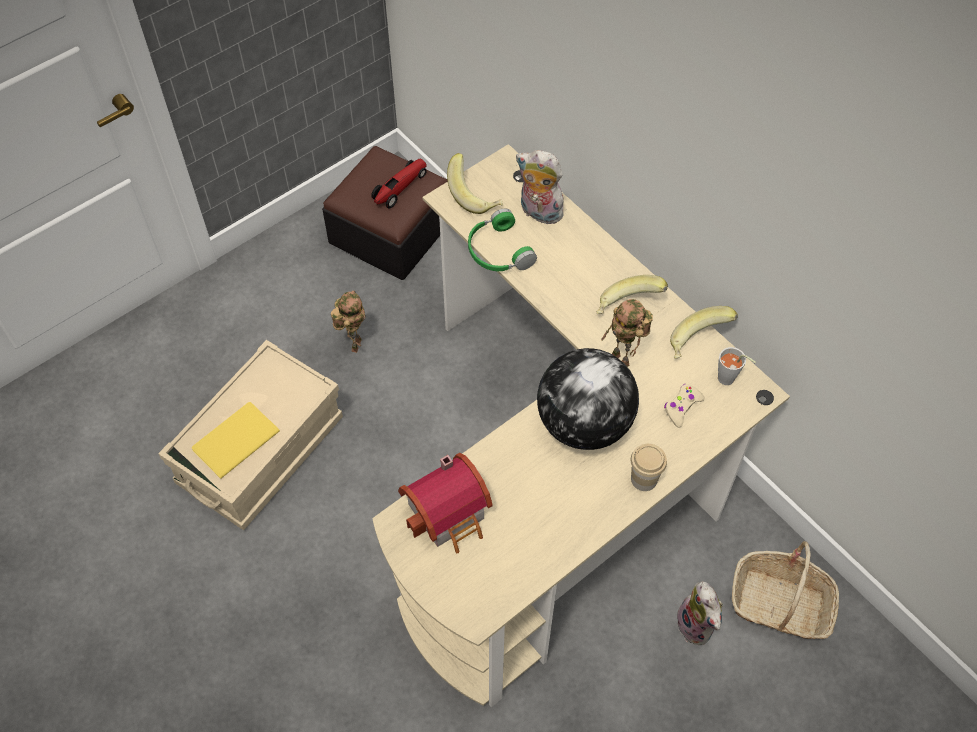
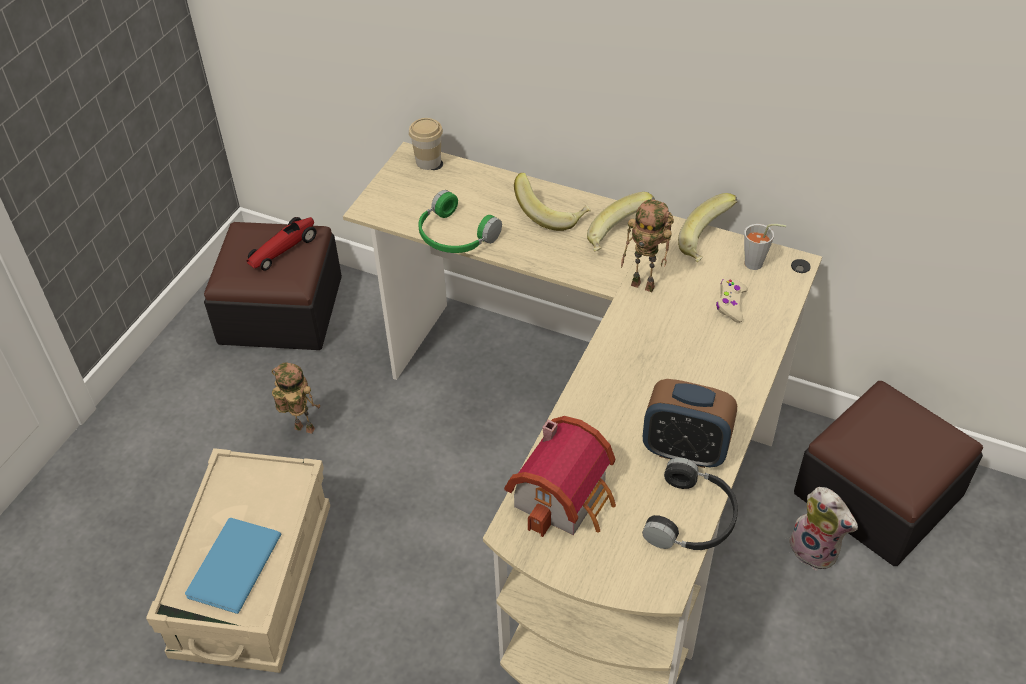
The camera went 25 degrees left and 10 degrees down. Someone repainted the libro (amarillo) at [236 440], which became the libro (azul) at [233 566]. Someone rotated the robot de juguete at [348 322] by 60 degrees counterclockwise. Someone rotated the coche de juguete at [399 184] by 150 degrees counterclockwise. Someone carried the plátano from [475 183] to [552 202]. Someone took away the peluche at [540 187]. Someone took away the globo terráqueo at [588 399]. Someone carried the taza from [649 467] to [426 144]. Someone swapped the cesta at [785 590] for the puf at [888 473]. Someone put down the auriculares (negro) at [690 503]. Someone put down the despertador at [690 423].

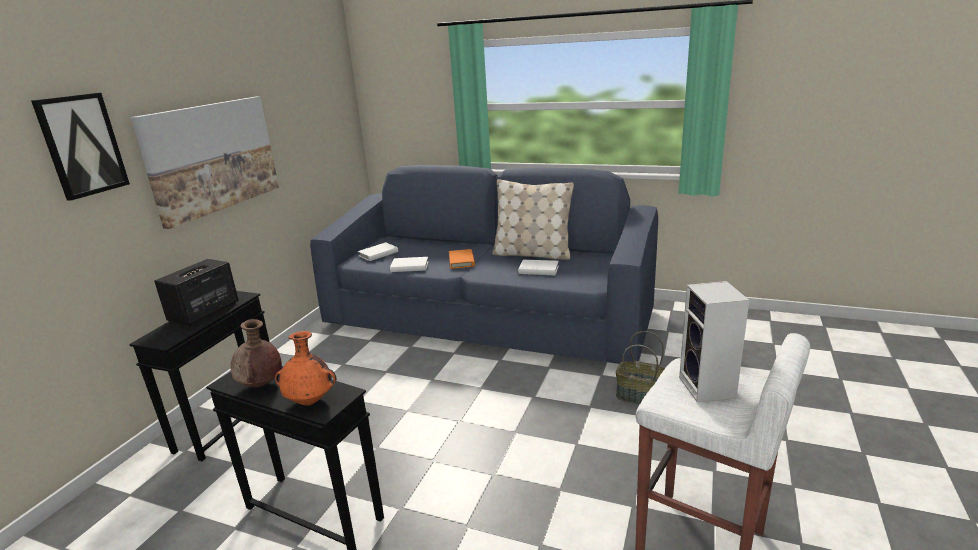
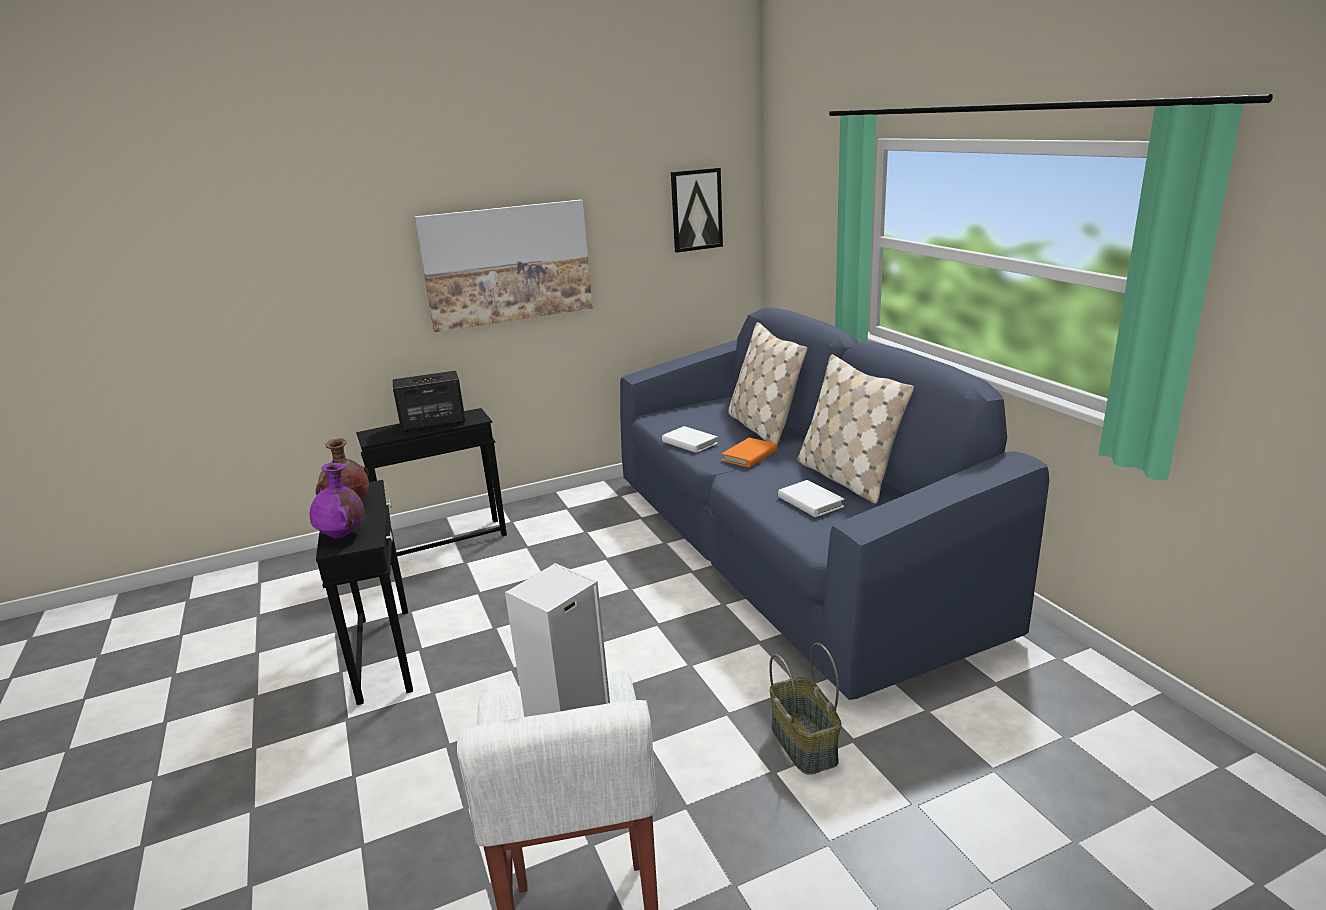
The camera went 45 degrees right and 0 degrees up. Someone carried the cuadro from [80 147] to [697 210]. Someone repainted the florero (naranja) at [306 368], which became the florero (morado) at [337 501]. Someone took away the libro (blanco) at [378 252]. Someone put down the cojín (beis) at [767 383].

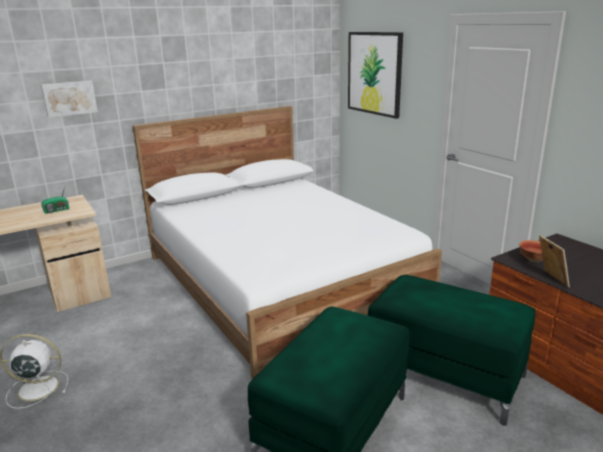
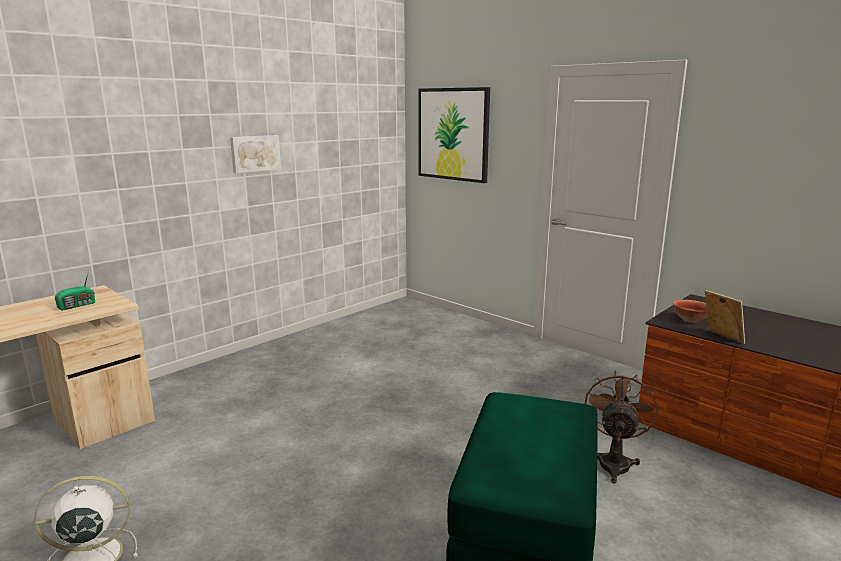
The camera went 15 degrees left and 5 degrees down. Someone carried the cuadro from [69 99] to [255 154]. Someone took away the cama (blanco) at [287 242]. Someone swapped the puf (verde) at [451 350] for the ventilador (marrón) at [621 426].

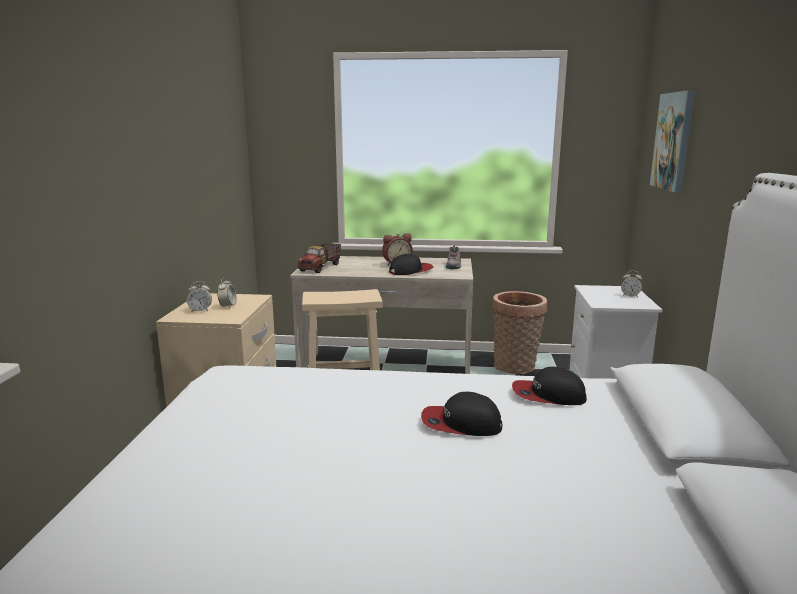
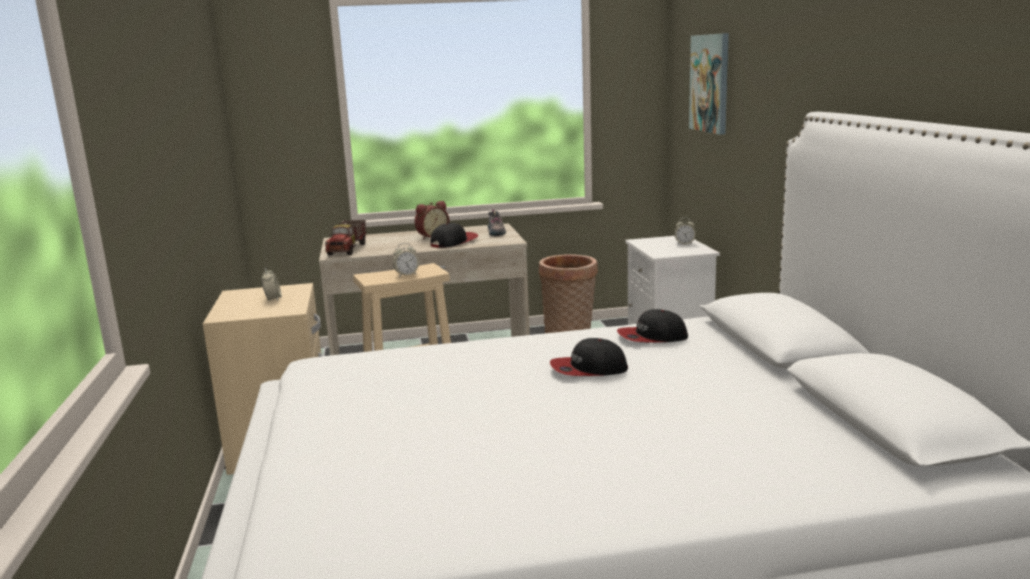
The camera went 15 degrees left and 0 degrees up. Someone carried the despertador from [199 296] to [406 260].

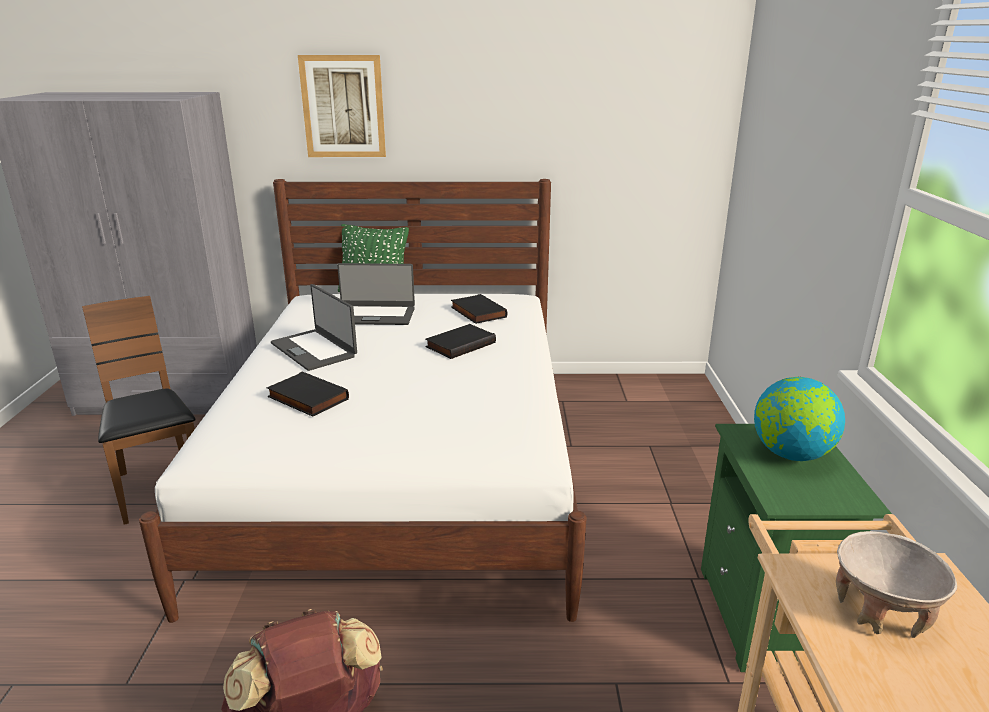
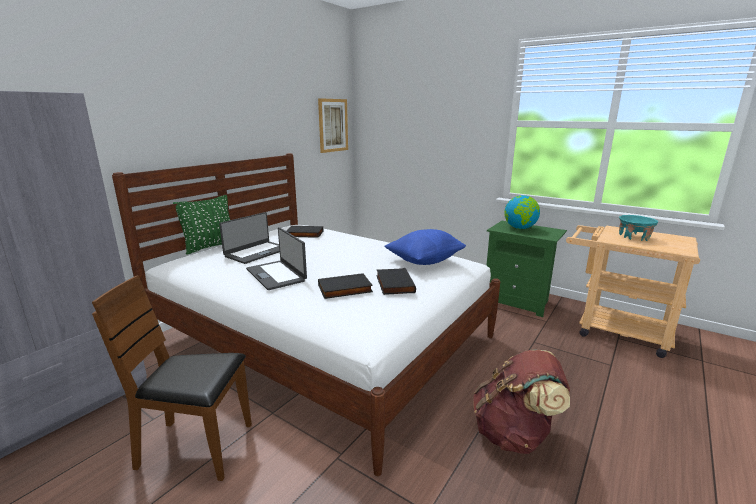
The camera went 55 degrees left and 5 degrees down. Someone rotated the portátil at [314 327] by 60 degrees clockwise. Someone carried the cuadro from [342 106] to [333 125]. Someone carried the libro (negro) from [460 341] to [396 281]. Someone repainted the cuenco (beis) at [896 584], which became the cuenco (turquesa) at [638 228]. Someone put down the cojín (azul) at [425 247].

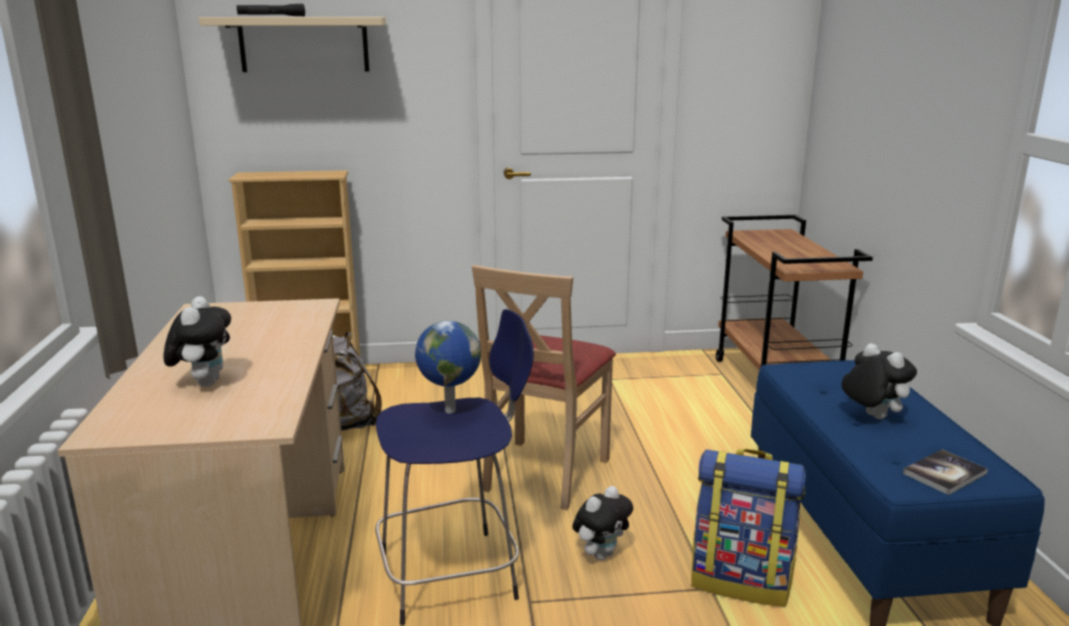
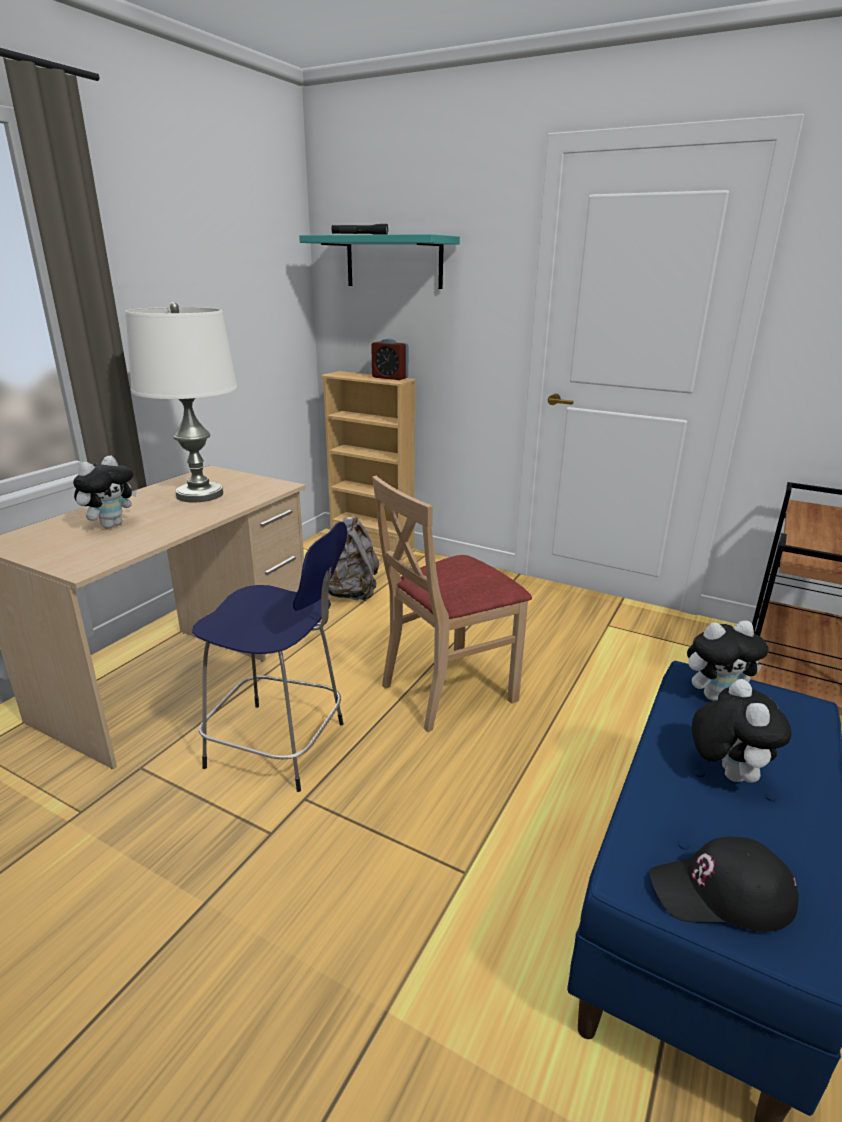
The camera went 35 degrees right and 5 degrees up. Someone repainted the estante (beis) at [292 44], which became the estante (turquesa) at [379 261]. Someone took away the globo terráqueo at [448 367]. Someone carried the peluche from [602 523] to [727 661]. Someone took away the mochila at [748 528]. Someone swapped the libro at [945 472] for the gorra (negro) at [724 884]. Someone put down the lámpara de mesa (blanco) at [181 402]. Someone put down the despertador at [389 359].

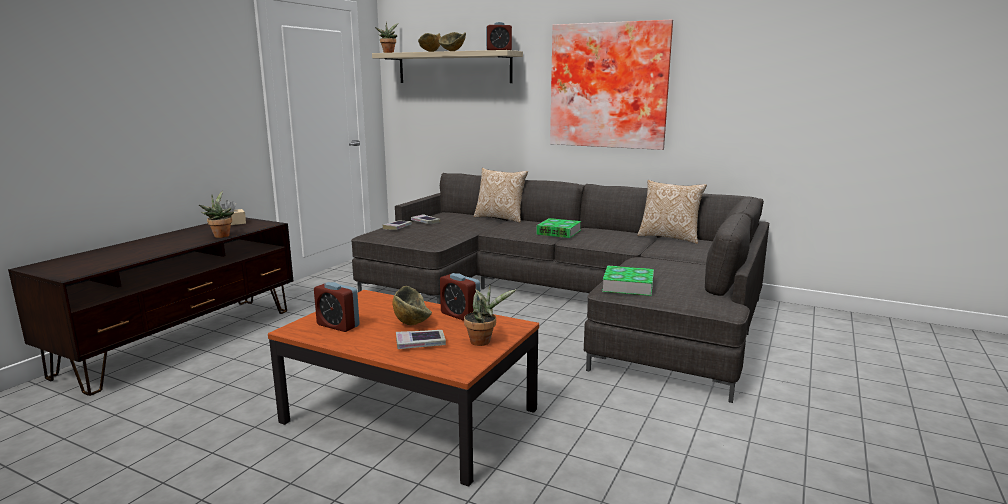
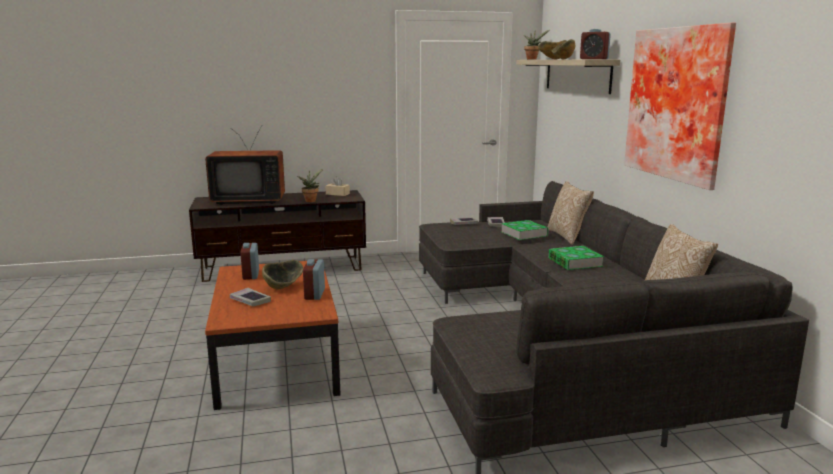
The camera went 50 degrees right and 0 degrees up. Someone took away the planta en maceta at [490 315]. Someone carried the libro from [628 281] to [525 230]. Someone put down the televisor at [245 165].

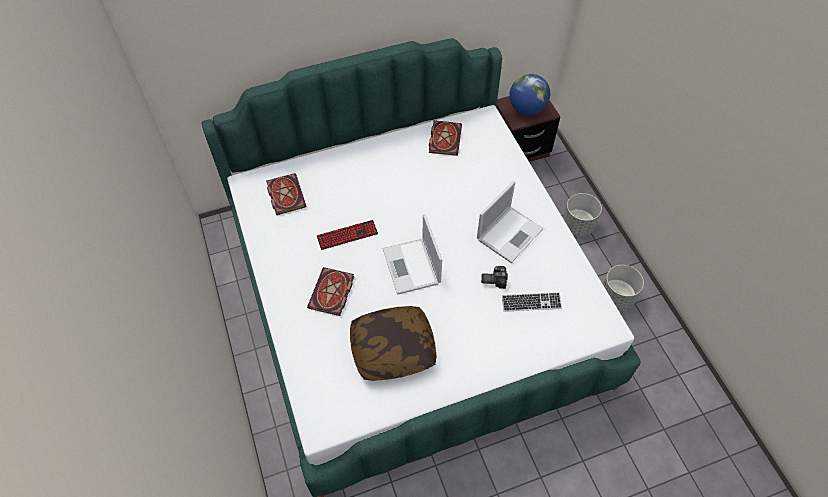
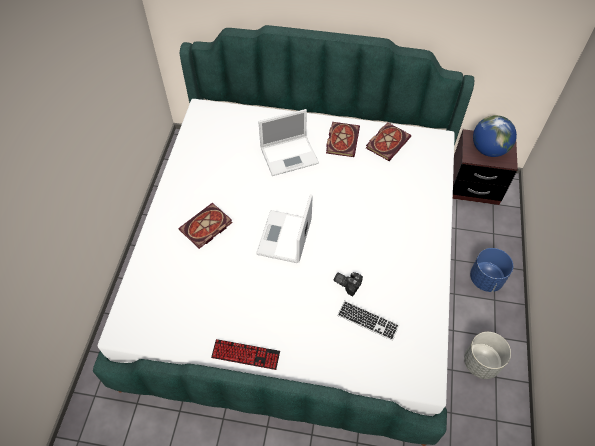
The camera went 30 degrees right and 0 degrees up. Someone carried the libro from [286 194] to [343 139]. Someone carried the teclado from [347 235] to [245 354]. Someone took away the cojín at [393 343]. Someone carried the portátil from [510 222] to [288 142]. Someone repainted the maceta (gris) at [582 214], which became the maceta (azul) at [491 270].

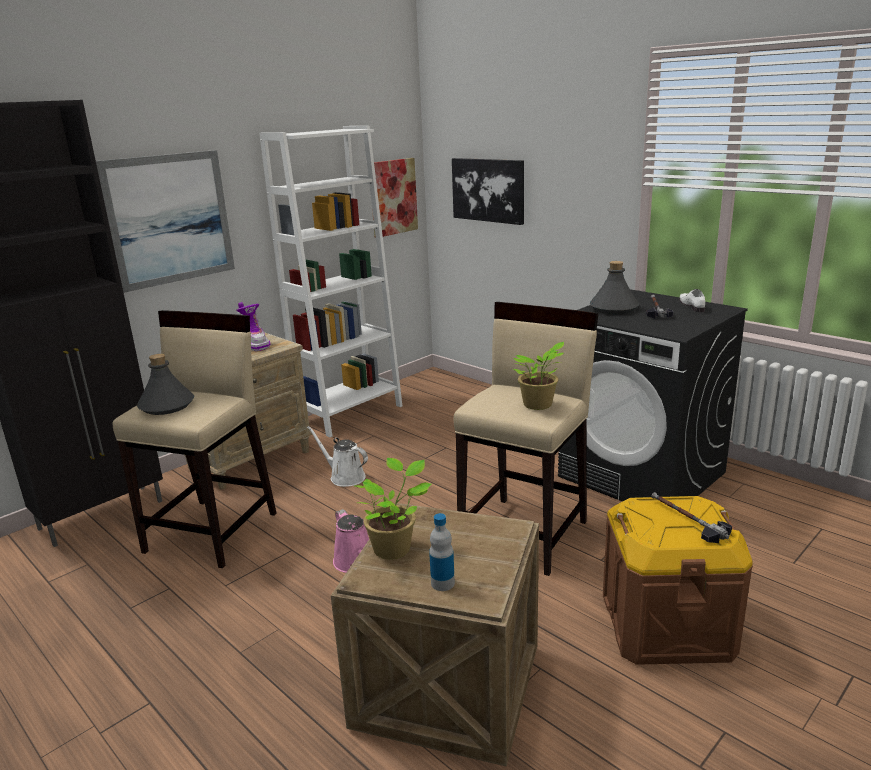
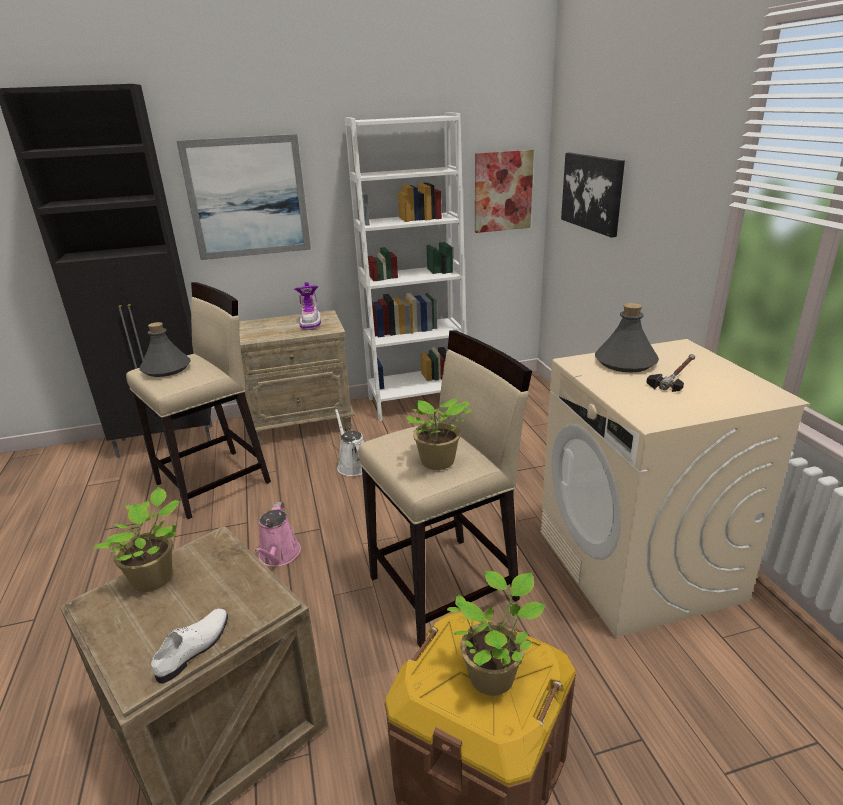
The camera went 30 degrees right and 5 degrees up. Someone took away the botella at [442 552]. Someone repainted the lavadora (negro) at [653 395], which became the lavadora (beis) at [675 488]. Someone swapped the martillo at [692 517] for the planta en maceta at [496 633]. Someone carried the zapato (blanco) from [692 300] to [189 646].

